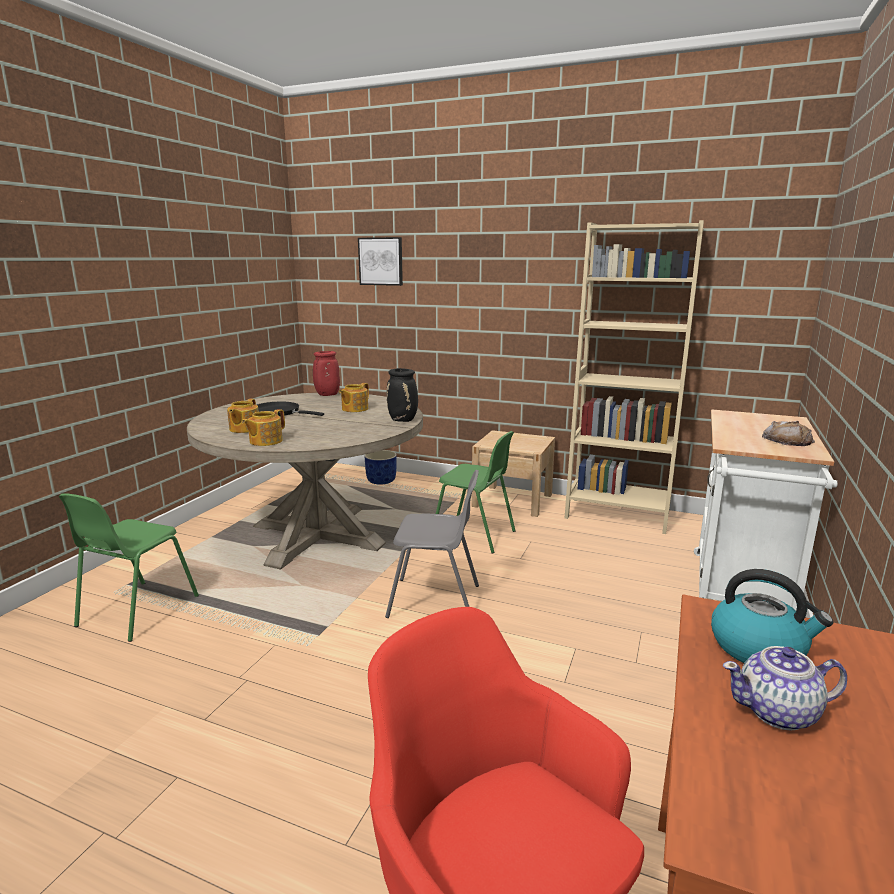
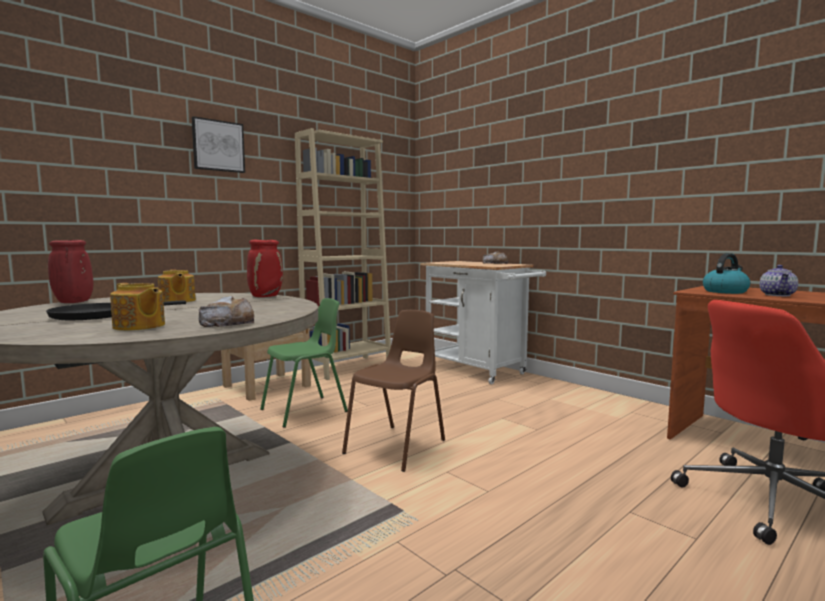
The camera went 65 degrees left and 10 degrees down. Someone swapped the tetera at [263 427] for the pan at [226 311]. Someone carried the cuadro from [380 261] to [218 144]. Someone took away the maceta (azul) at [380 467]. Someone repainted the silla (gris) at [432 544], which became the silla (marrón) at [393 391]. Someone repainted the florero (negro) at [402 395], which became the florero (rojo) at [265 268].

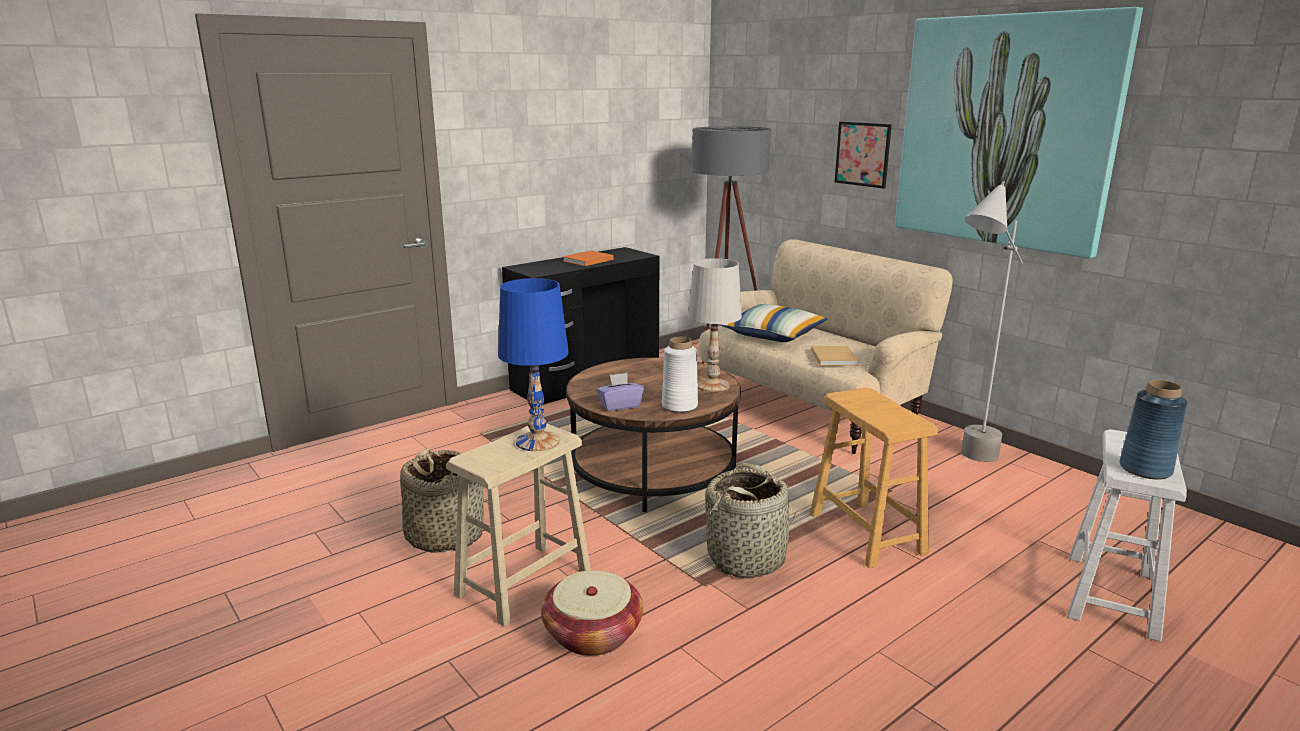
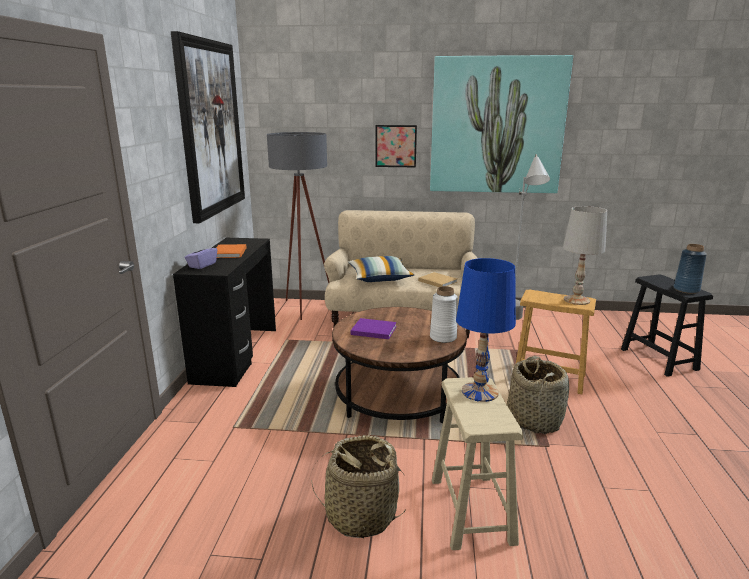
The camera went 45 degrees left and 0 degrees up. Someone took away the cesta at [592 613]. Someone carried the caja de pañuelos (morado) from [620 392] to [201 255]. Someone carried the lámpara de mesa (blanco) from [715 325] to [585 255]. Someone repainted the taburete (blanco) at [1127 535], which became the taburete (negro) at [667 325]. Someone put up the cuadro at [208 127]. Someone put down the libro (morado) at [374 328].

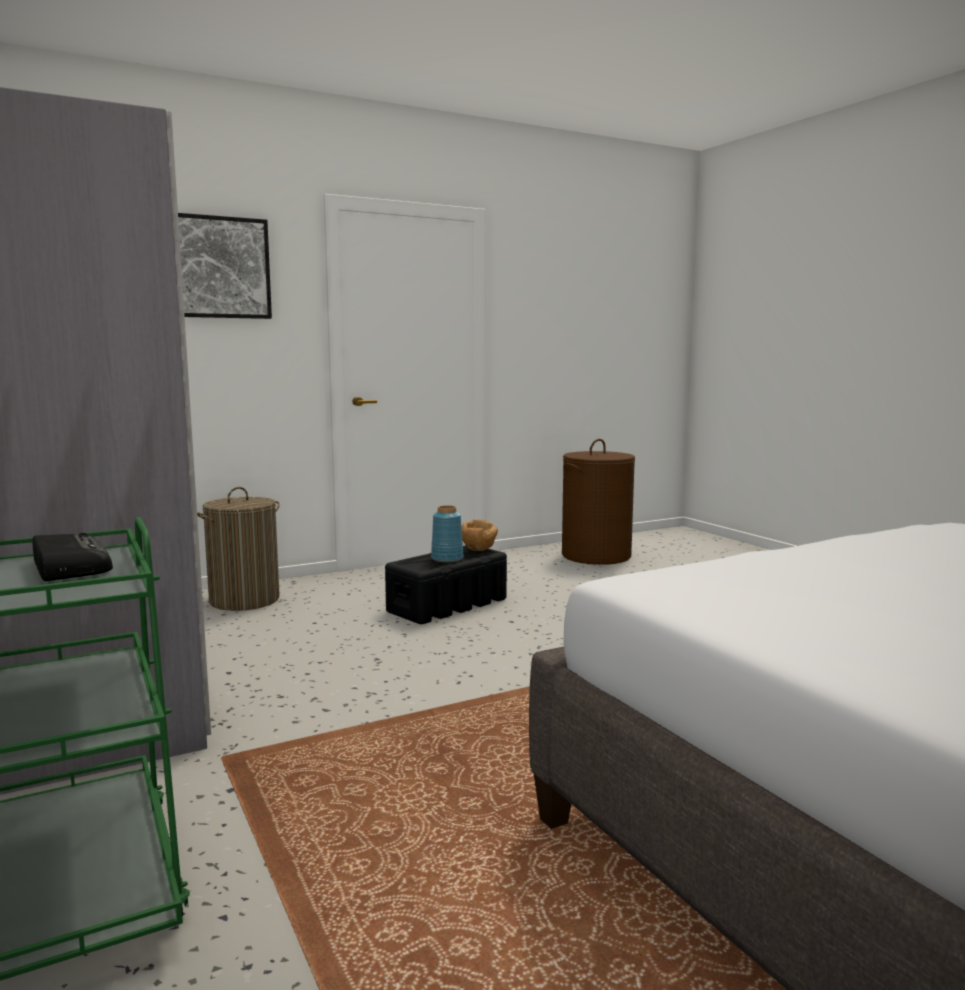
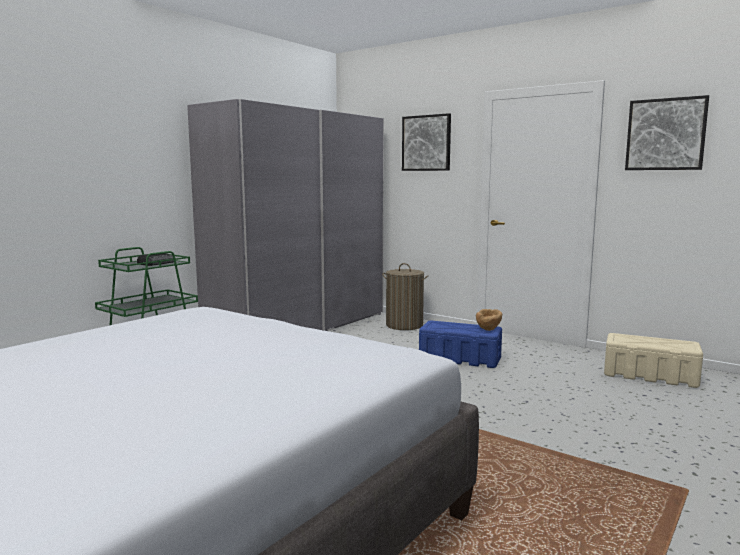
The camera went 65 degrees right and 0 degrees up. Someone repainted the caja de almacenaje (negro) at [446 584], which became the caja de almacenaje (azul) at [460 344]. Someone took away the florero (azul) at [447 534]. Someone swapped the cesto de la ropa (marrón) at [598 502] for the caja de almacenaje (beis) at [653 360]. Someone put up the cuadro at [667 132].

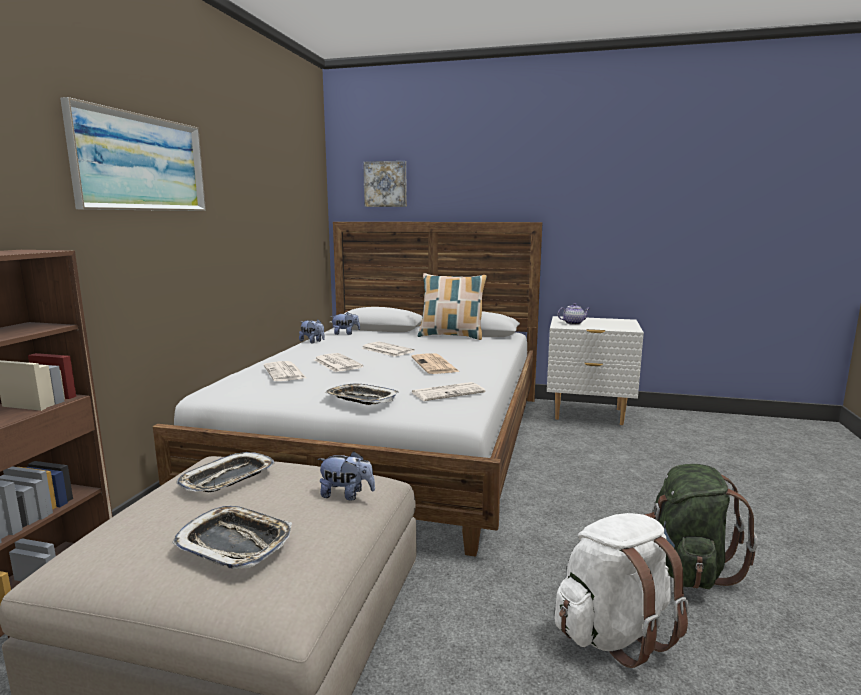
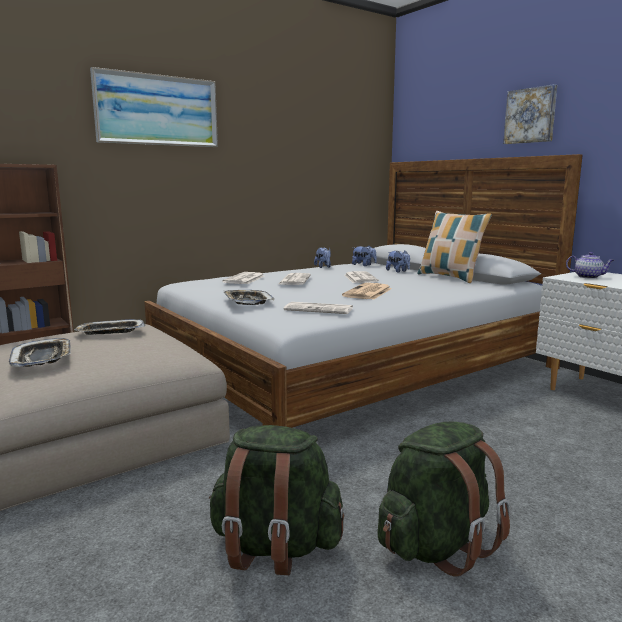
The camera went 40 degrees right and 0 degrees up. Someone carried the peluche from [346 476] to [398 261]. Someone carried the cuadro from [385 184] to [530 114]. Someone repainted the mochila (blanco) at [621 590], which became the mochila (verde) at [276 500].

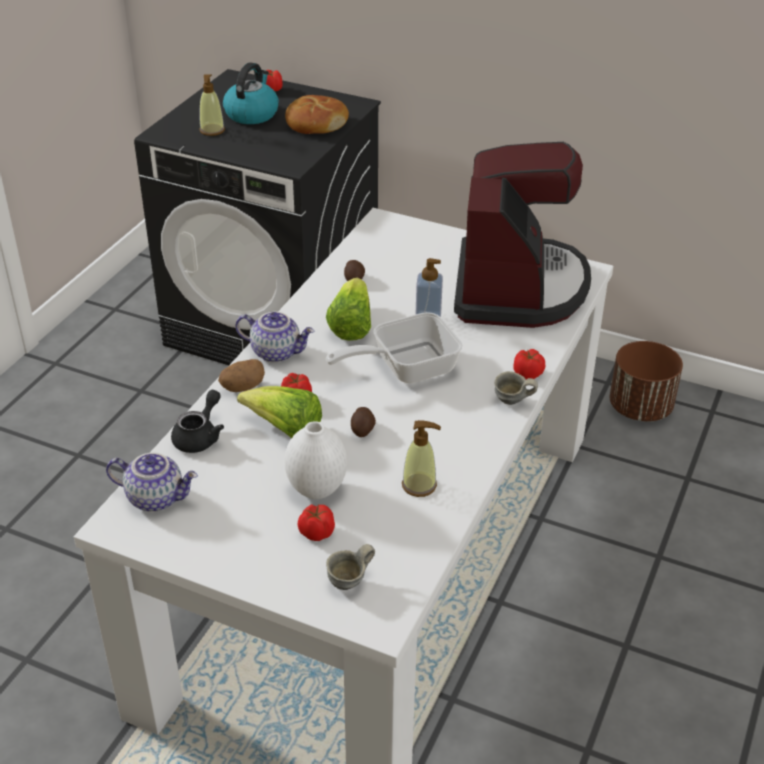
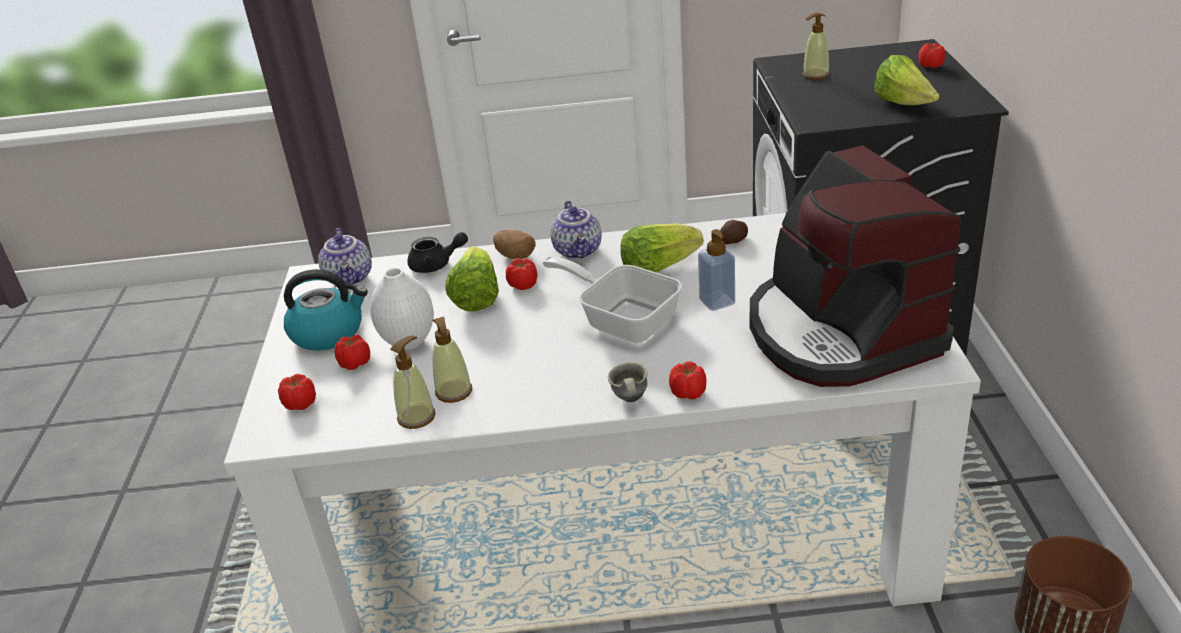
The camera went 65 degrees right and 5 degrees down. Someone carried the hervidor from [251 93] to [326 310]. Someone swapped the pan at [317 114] for the lechuga at [906 80]. Someone swapped the taza grande (gris) at [350 567] for the tomate at [297 392]. Someone took away the patata at [363 422]. Someone rotated the cafetera at [522 235] by 90 degrees clockwise. Someone put down the dispensador de jabón at [413 382].

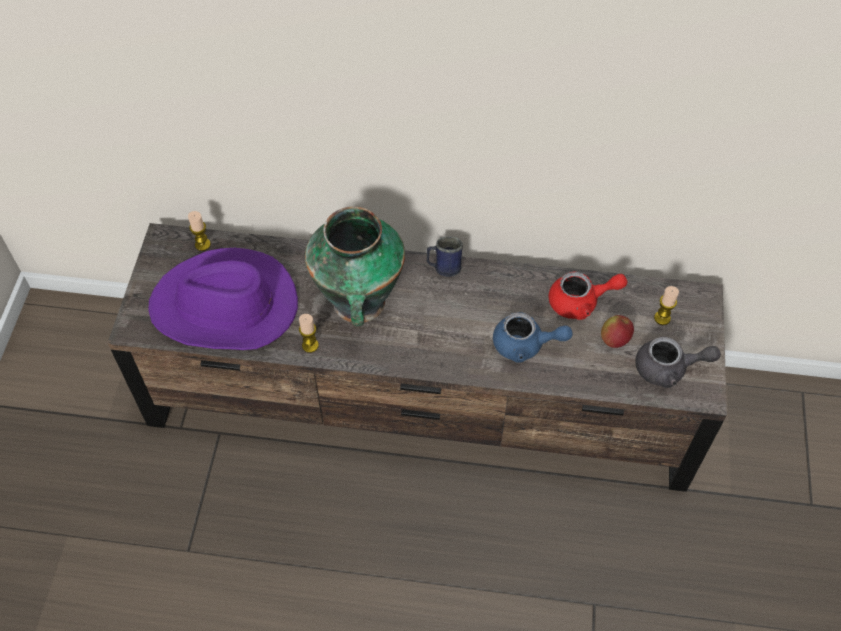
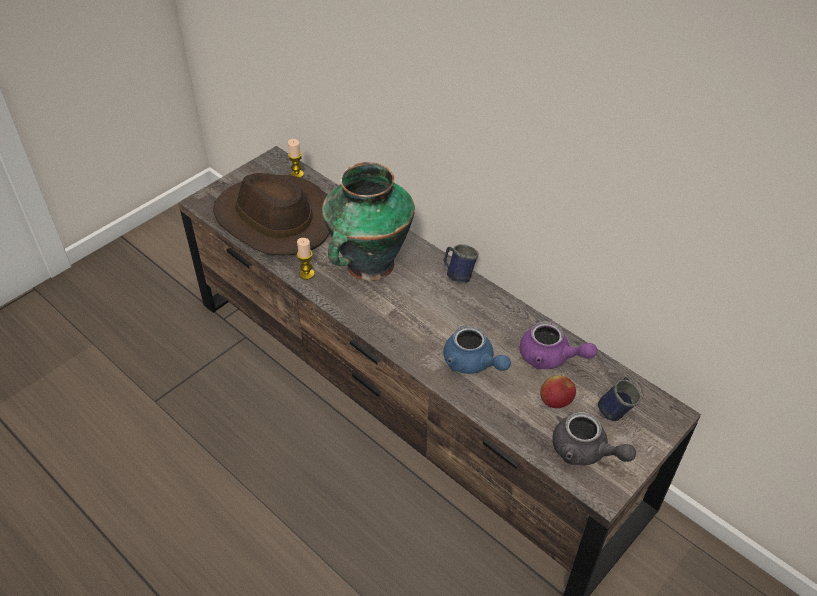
The camera went 35 degrees right and 10 degrees down. Someone repainted the sombrero (morado) at [223 299], which became the sombrero (marrón) at [271 214]. Someone repainted the tetera (rojo) at [588 296], which became the tetera (morado) at [558 345]. Someone swapped the vela at [666 305] for the taza grande (azul) at [619 399].

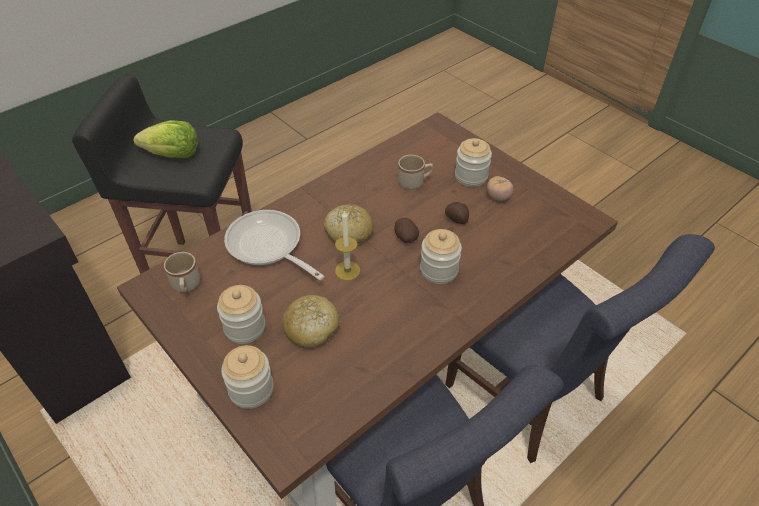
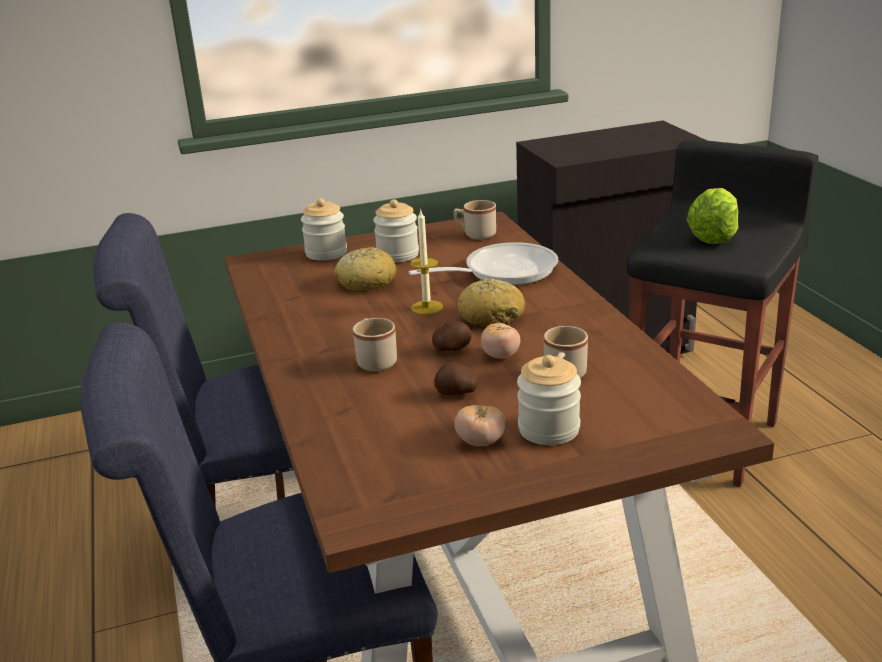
The camera went 115 degrees right and 20 degrees down. Someone swapped the tarro at [441 256] for the taza grande (beis) at [375 345]. Someone put down the tomate at [500 341].

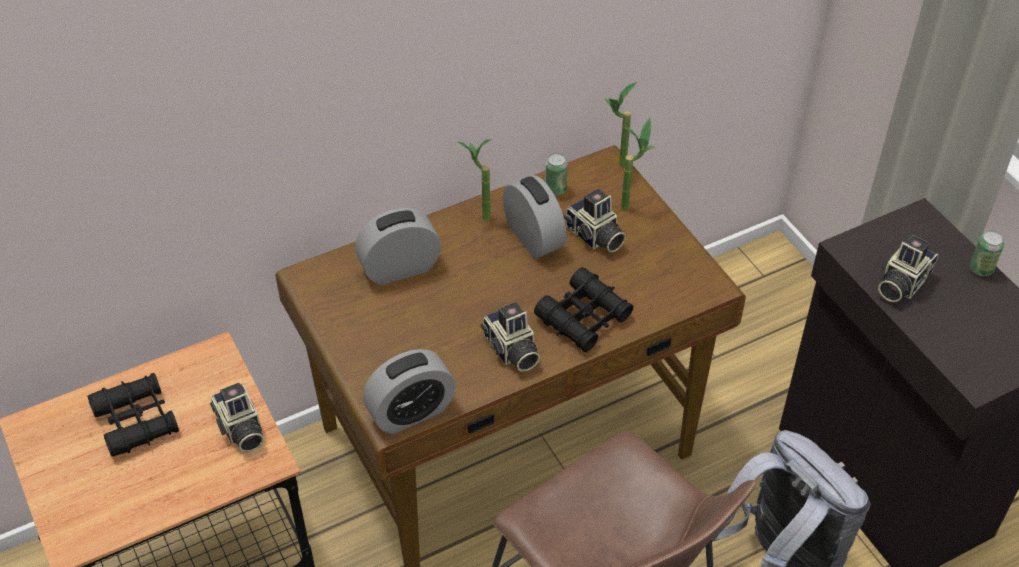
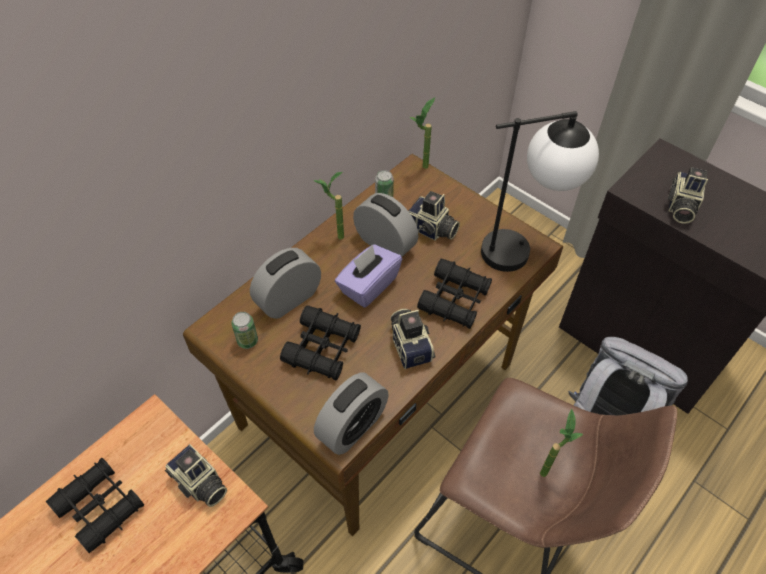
The camera went 20 degrees left and 5 degrees up. Someone rotated the cámara at [510 337] by 150 degrees counterclockwise. Someone carried the planta en maceta from [638 164] to [561 443]. Someone carried the lata from [987 253] to [245 330]. Someone put down the prismáticos (negro) at [320 343]. Someone put down the caja de pañuelos (morado) at [368 276]. Someone put down the lámpara de mesa at [540 191].

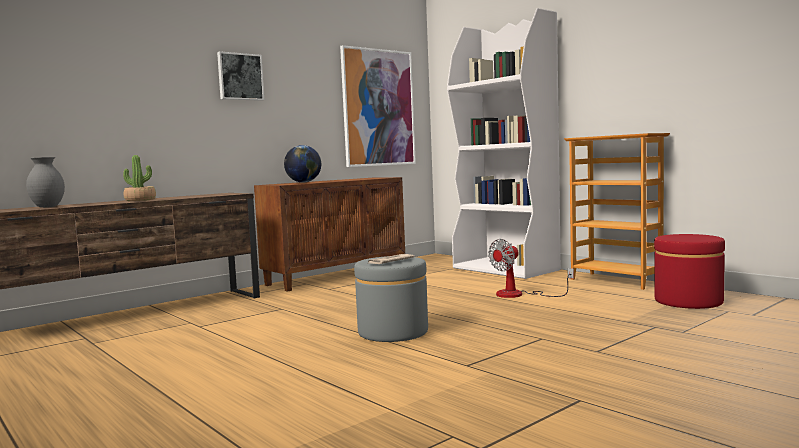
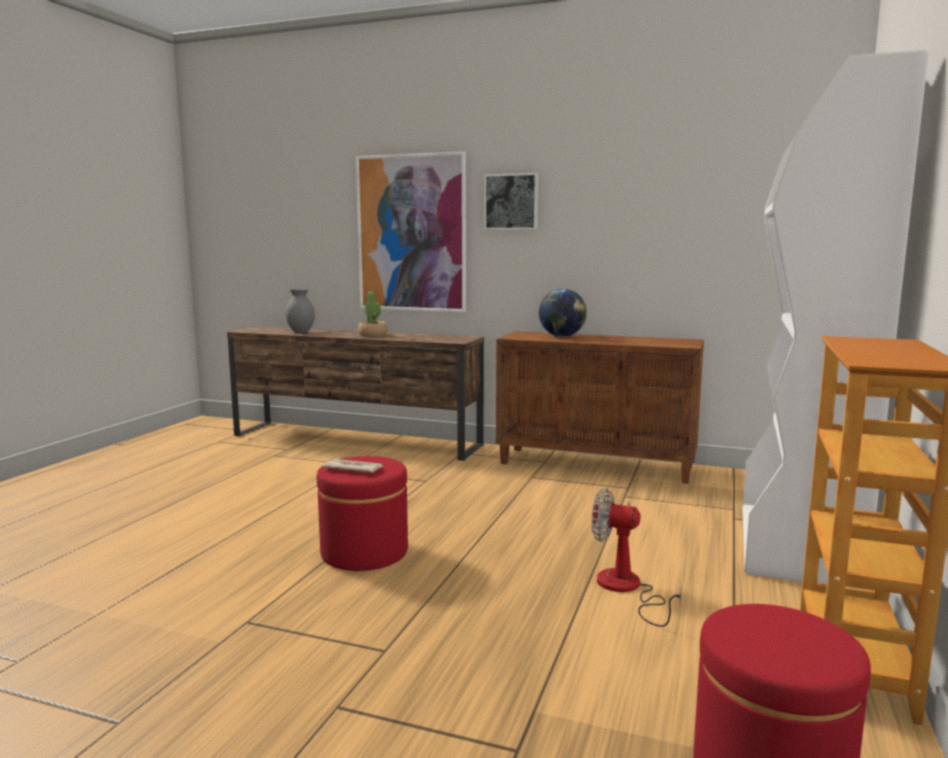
The camera went 60 degrees right and 5 degrees up. Someone carried the cuadro from [378 106] to [411 231]. Someone repainted the puf (gris) at [391 299], which became the puf (rojo) at [362 513].

